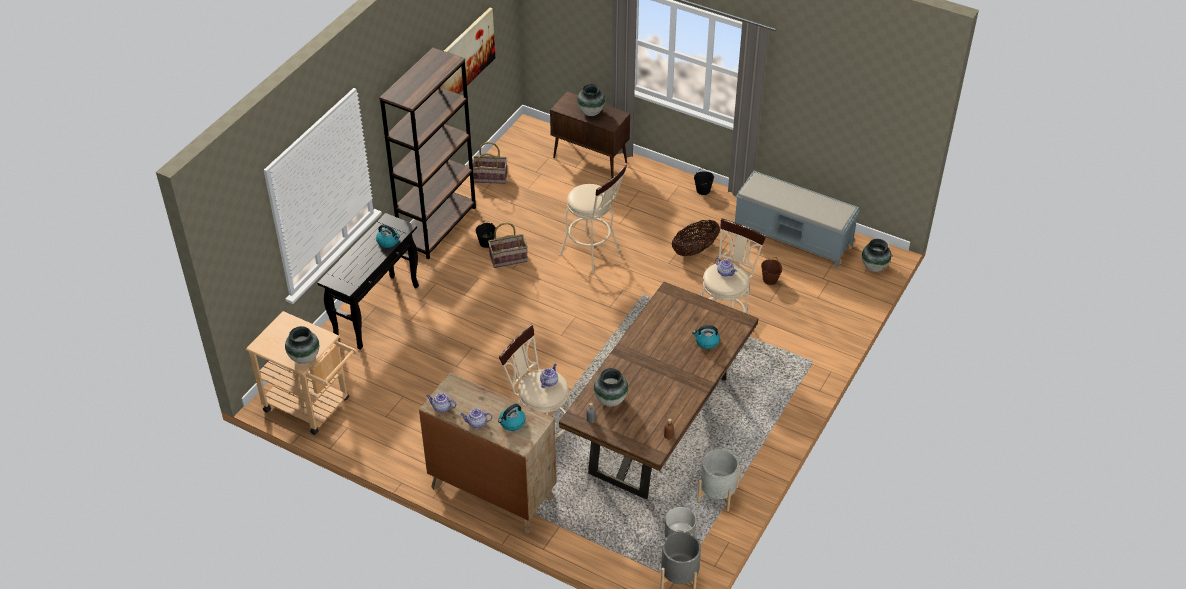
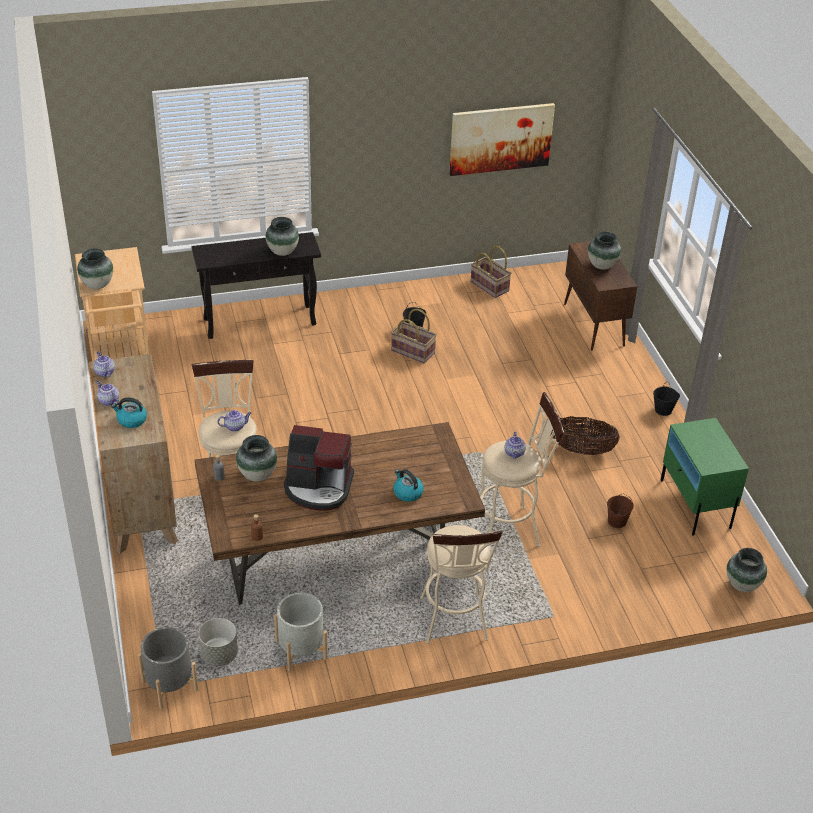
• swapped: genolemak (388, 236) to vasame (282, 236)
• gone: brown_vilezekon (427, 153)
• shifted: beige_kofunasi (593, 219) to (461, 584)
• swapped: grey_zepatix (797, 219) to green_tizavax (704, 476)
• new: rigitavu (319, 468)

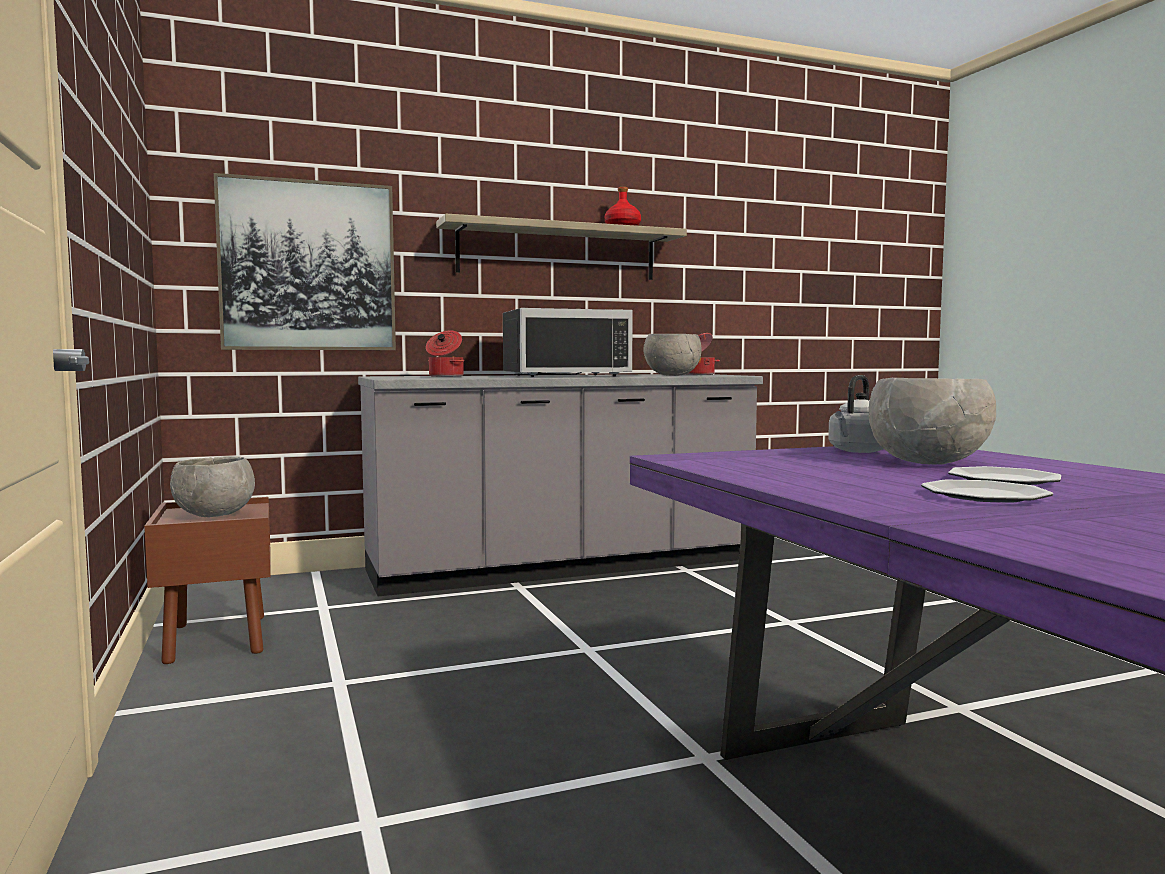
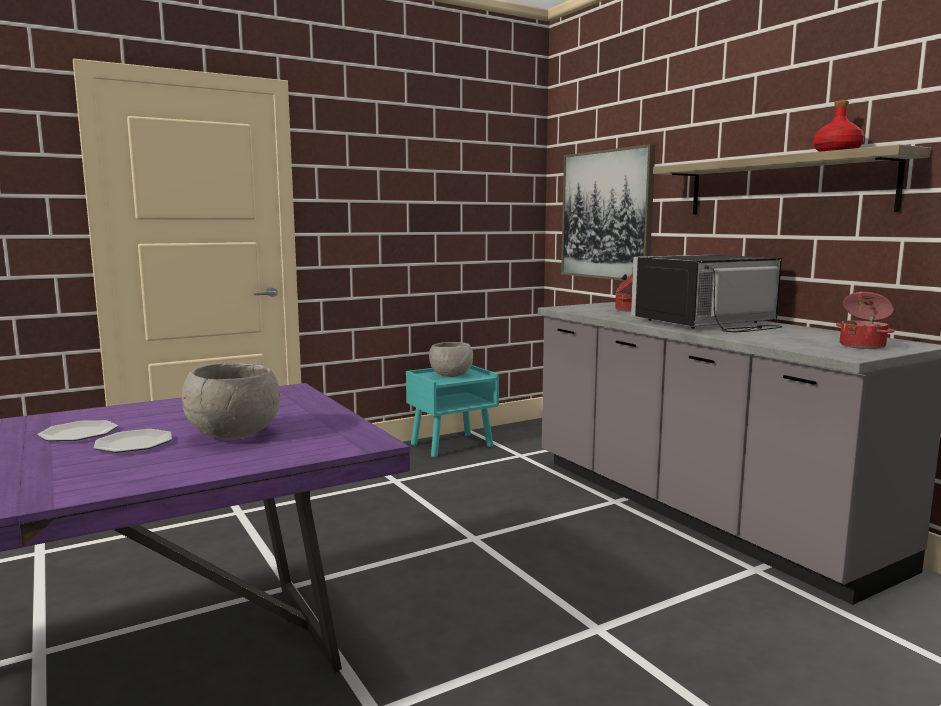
• repainted: brown_tizavax (207, 580) to turquoise_tizavax (452, 411)
• rotated: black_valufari (568, 342) = (706, 293) 90 degrees clockwise
• gone: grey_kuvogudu (673, 355)
• gone: grey_genolemak (855, 414)

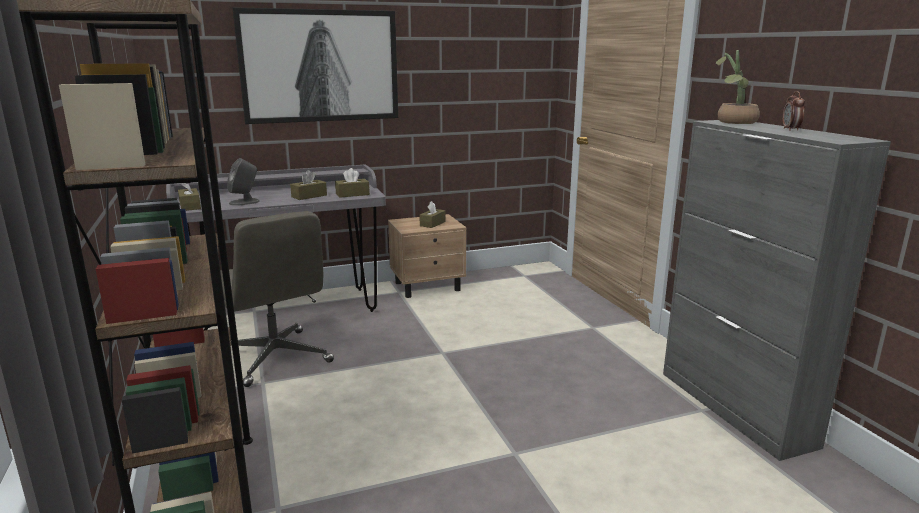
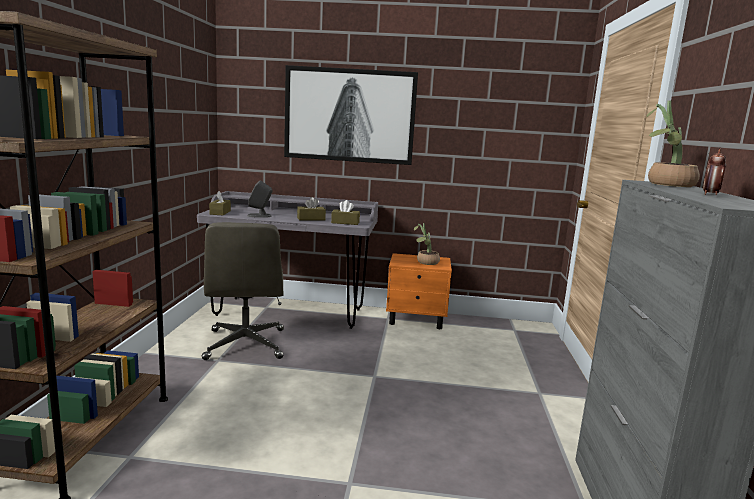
• repainted: beige_tizavax (427, 256) to orange_tizavax (419, 291)
• swapped: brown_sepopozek (432, 214) to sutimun (427, 244)

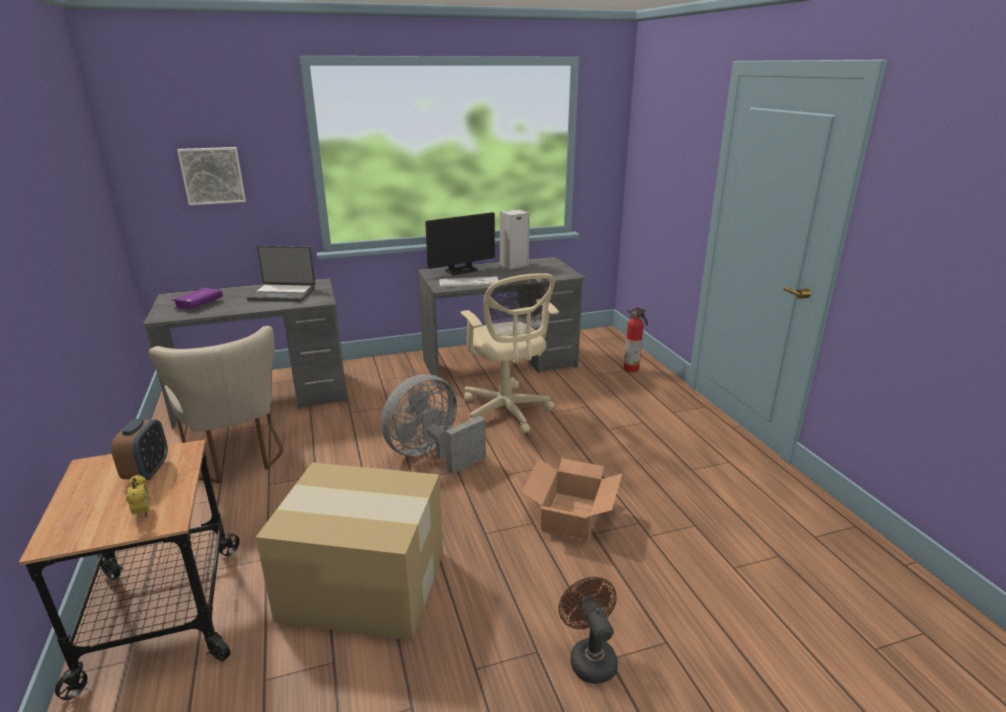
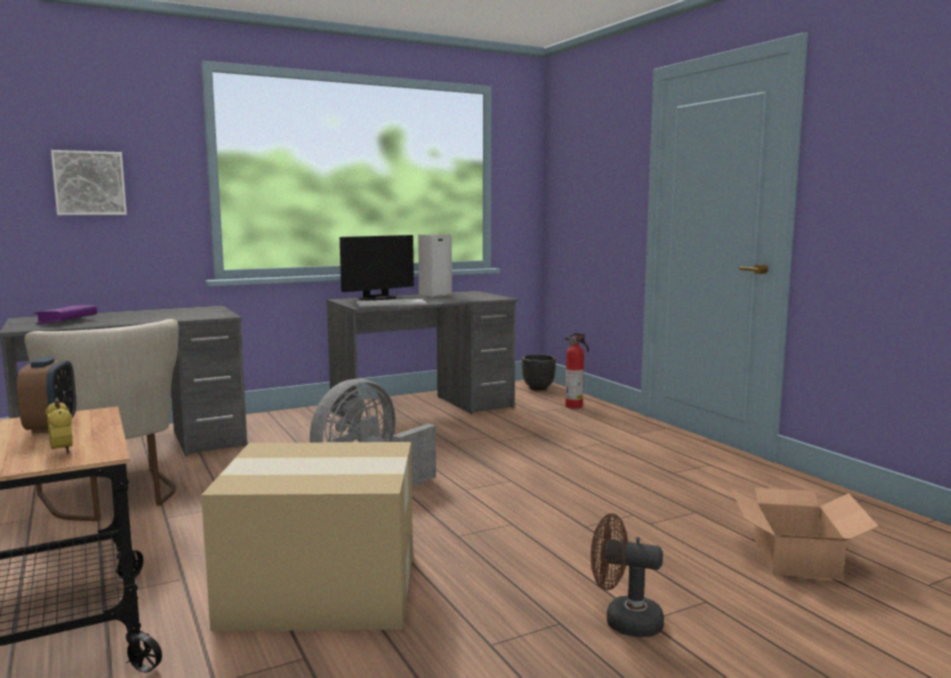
• gone: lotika (281, 273)
• gone: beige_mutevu (510, 353)
• shifted: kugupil (572, 499) to (805, 534)
• rotated: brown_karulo (588, 630) = (627, 575) 45 degrees counterclockwise
• new: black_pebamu (539, 372)

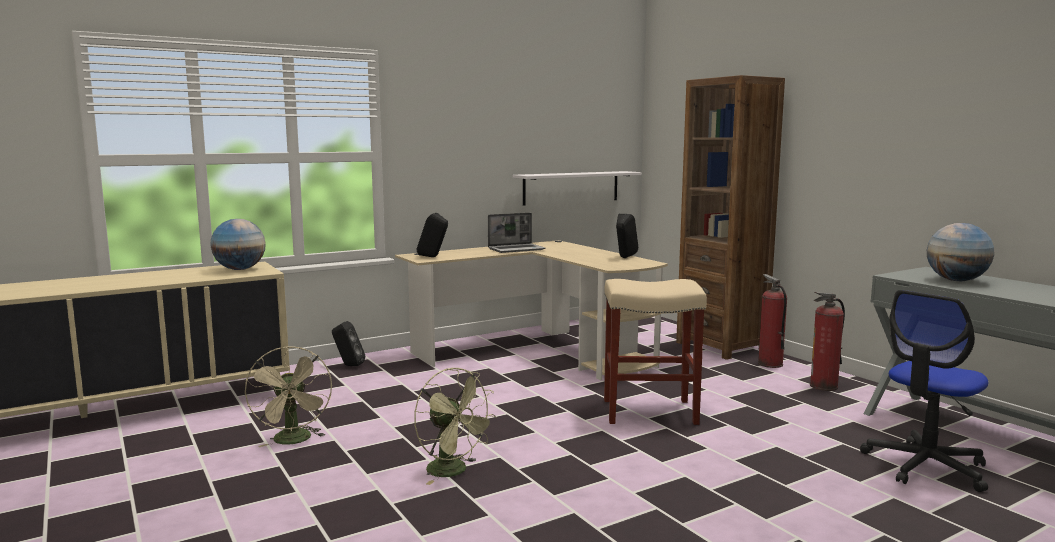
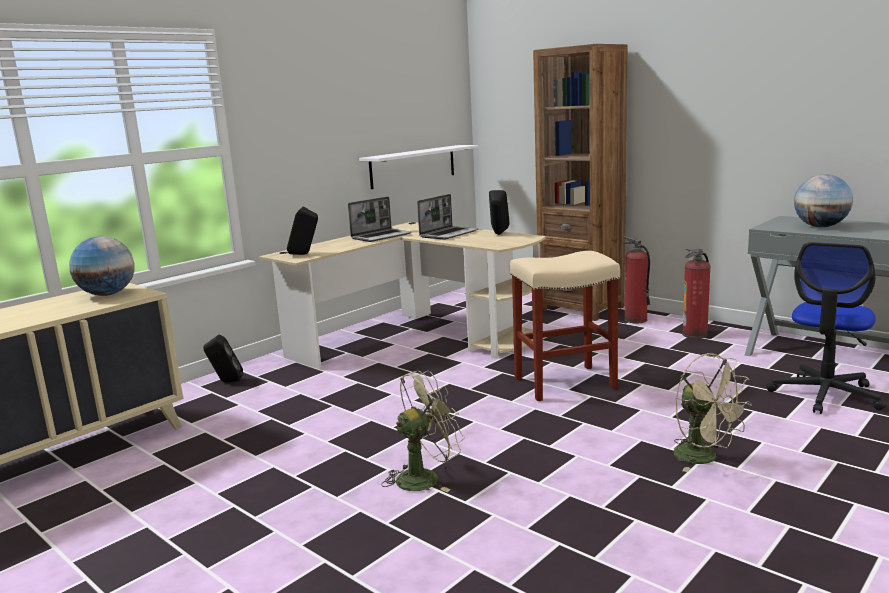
• shifted: beige_karulo (288, 396) to (712, 412)
• rotated: green_karulo (455, 426) = (423, 431) 60 degrees counterclockwise
• new: lotika (447, 217)

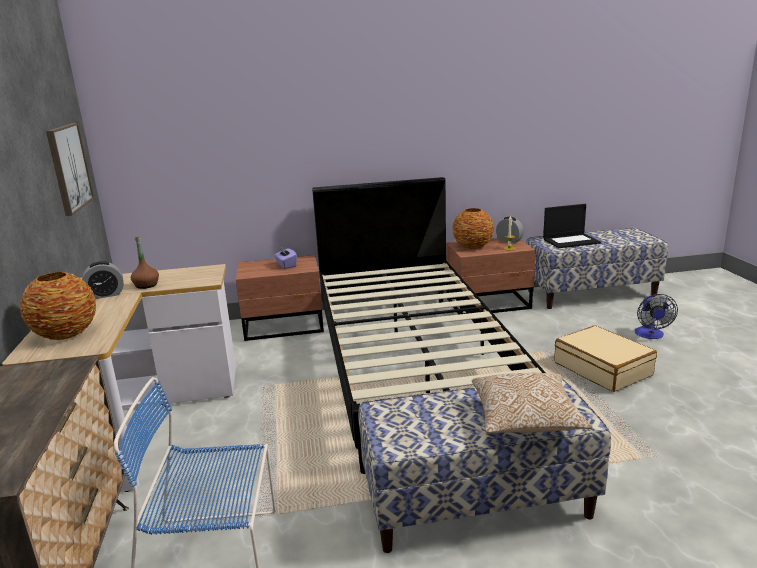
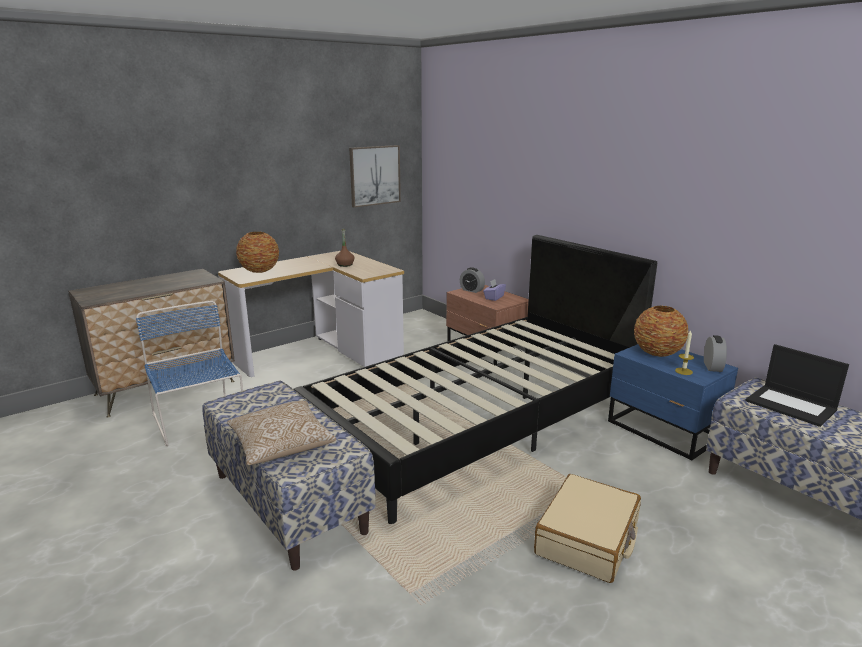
• shifted: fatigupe (103, 280) to (472, 280)
• repainted: brown_tizavax (491, 276) to blue_tizavax (673, 402)
• gone: karulo (656, 316)

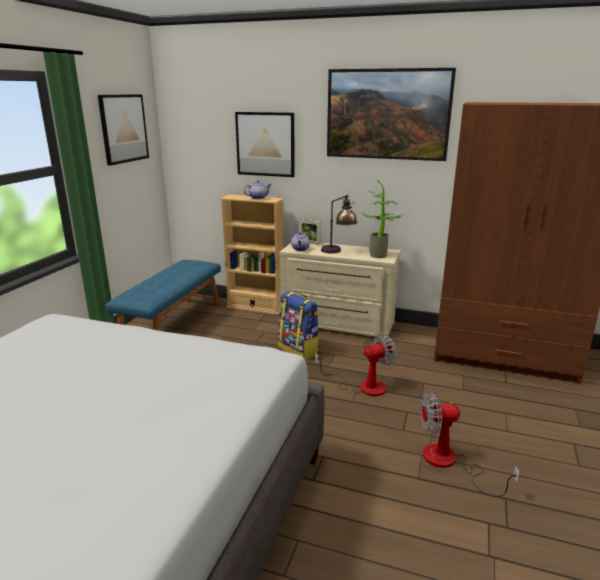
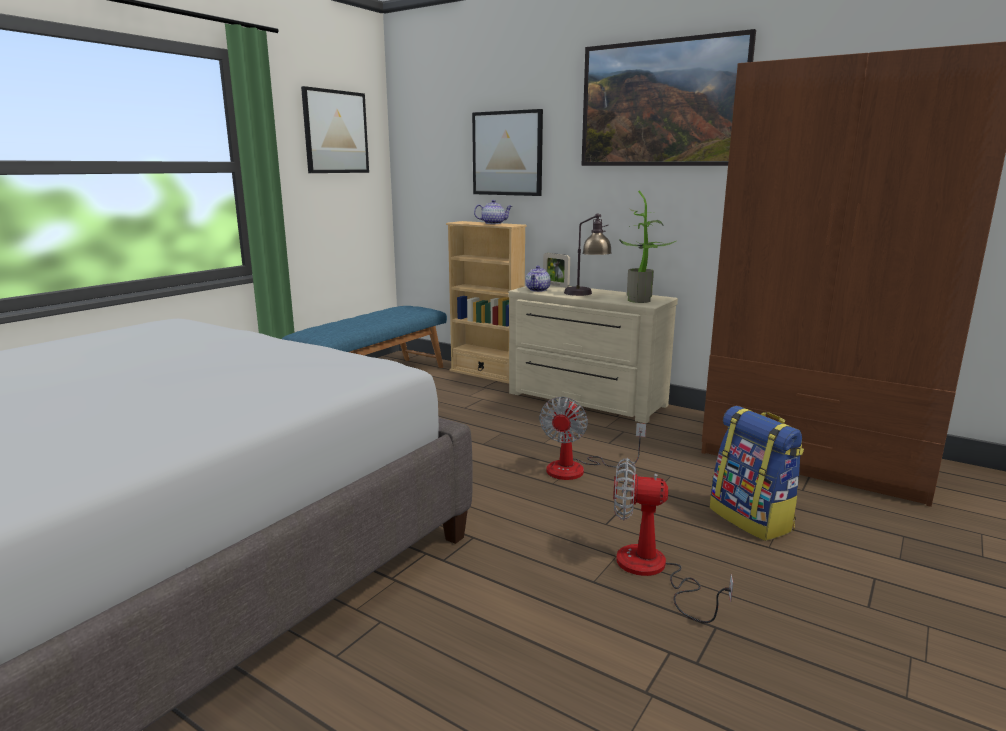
• shifted: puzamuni (298, 326) to (757, 473)
• rotated: karulo (355, 364) = (592, 438) 120 degrees clockwise

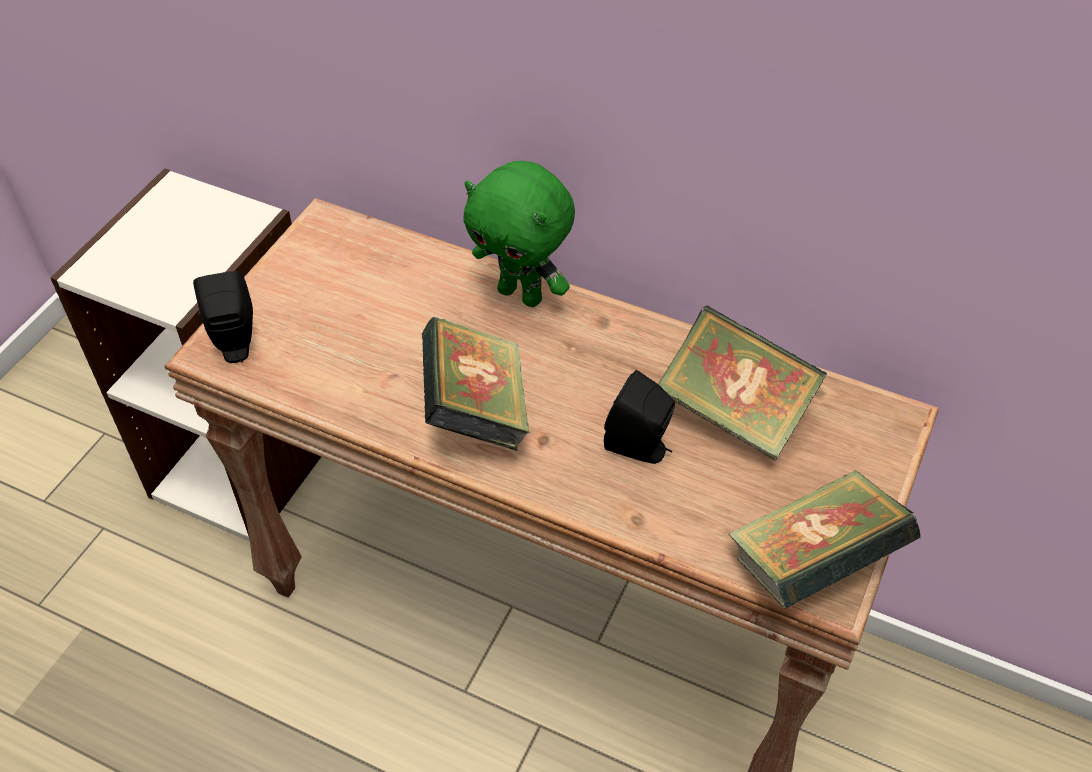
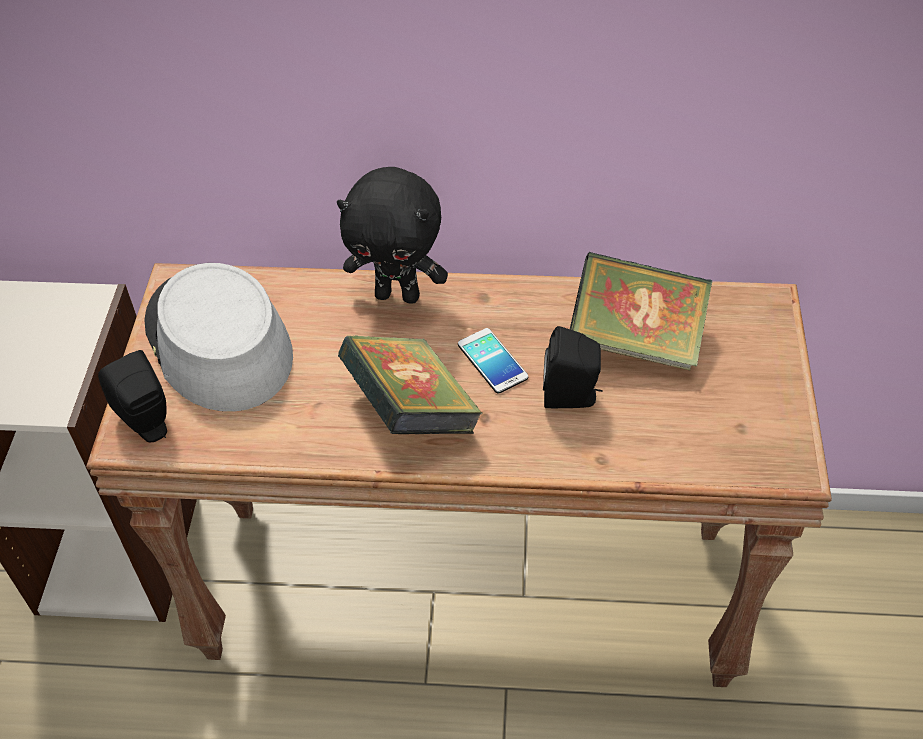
• repainted: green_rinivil (519, 234) to black_rinivil (392, 235)
• gone: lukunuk (825, 539)
• new: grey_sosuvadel (218, 337)
• new: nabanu (493, 361)

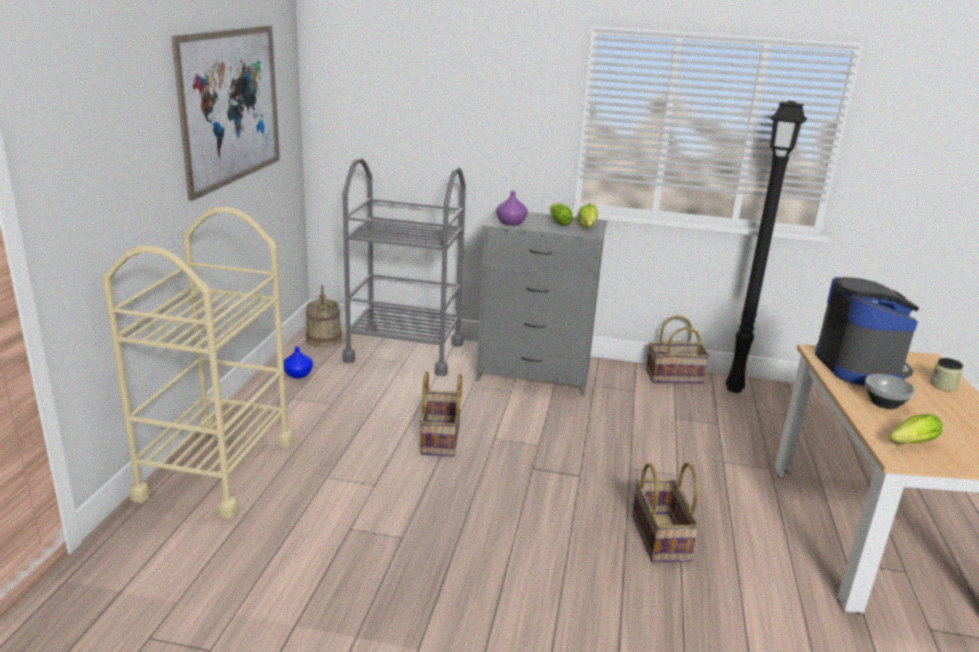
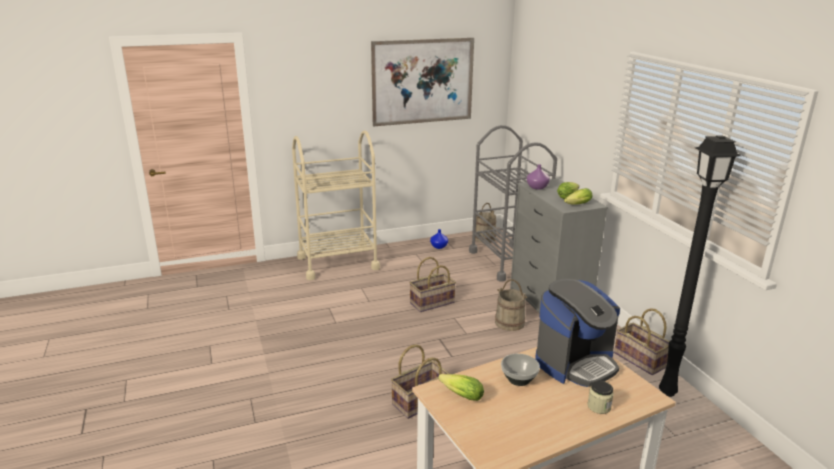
• new: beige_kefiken (511, 305)

